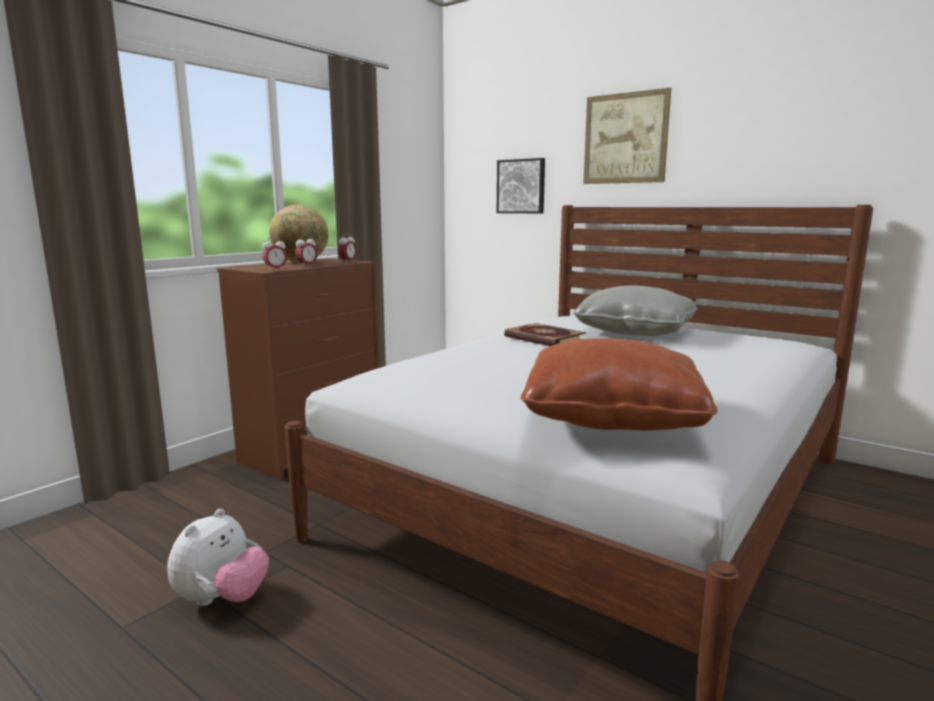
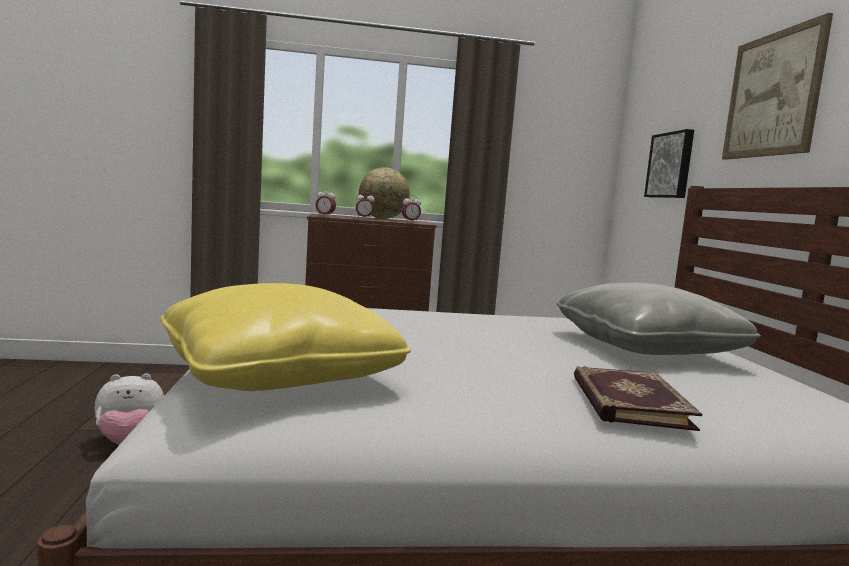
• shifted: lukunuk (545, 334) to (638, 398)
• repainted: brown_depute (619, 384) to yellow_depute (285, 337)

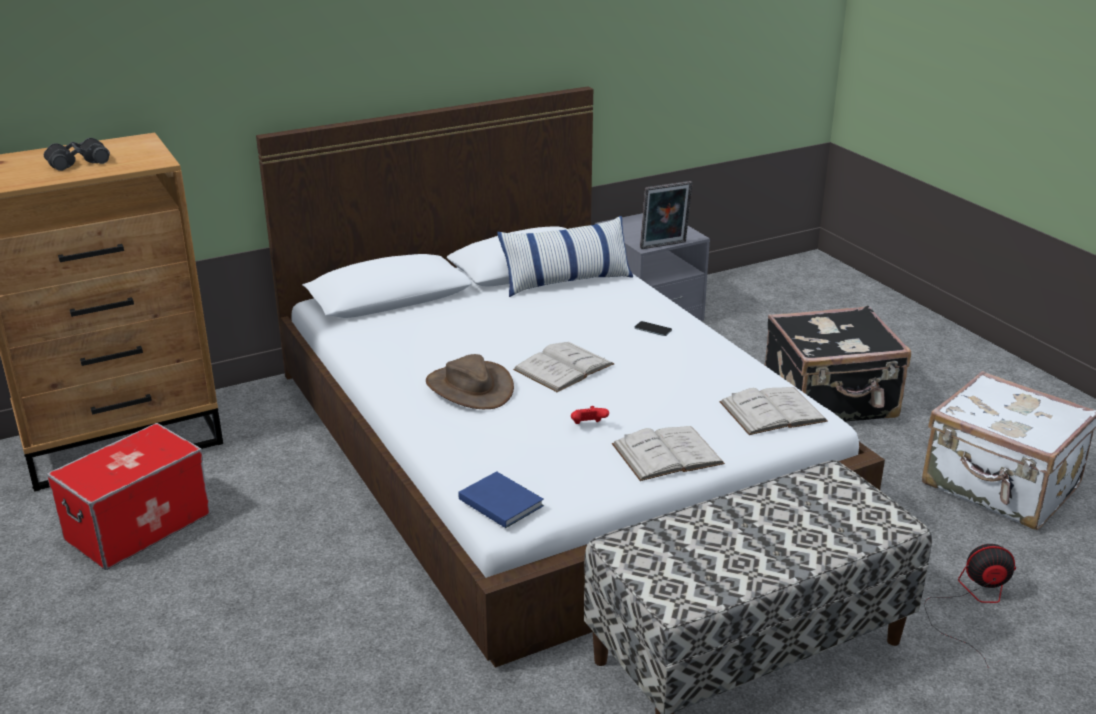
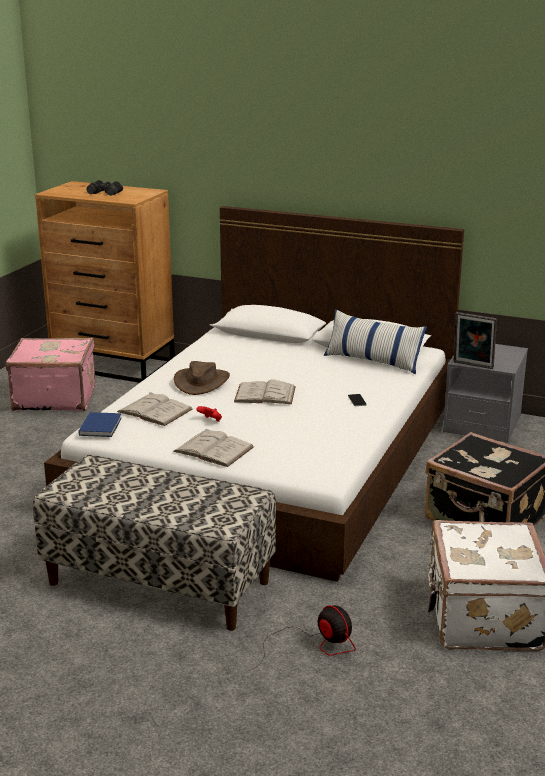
• swapped: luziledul (129, 496) to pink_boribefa (50, 374)
• shifted: white_lukunuk (773, 411) to (155, 409)

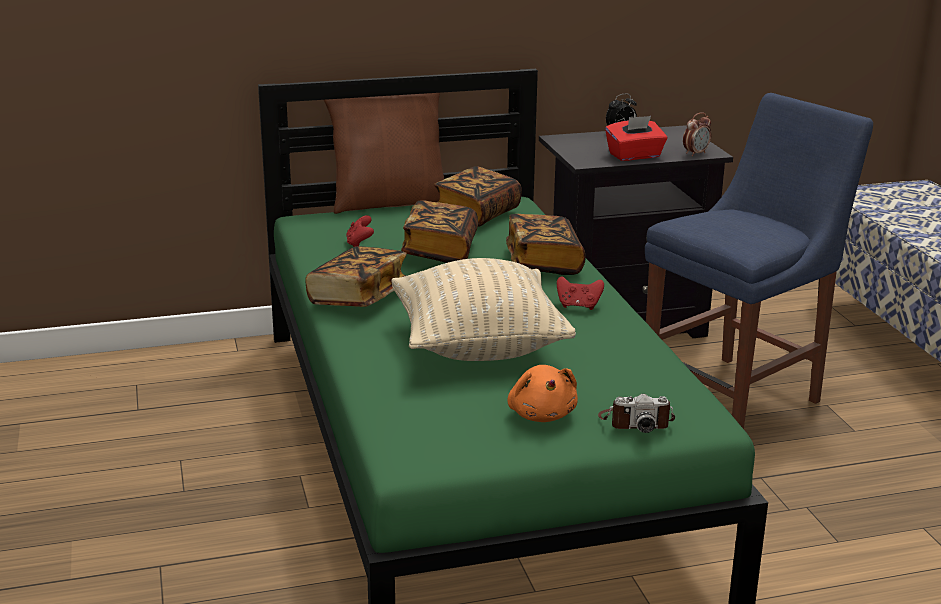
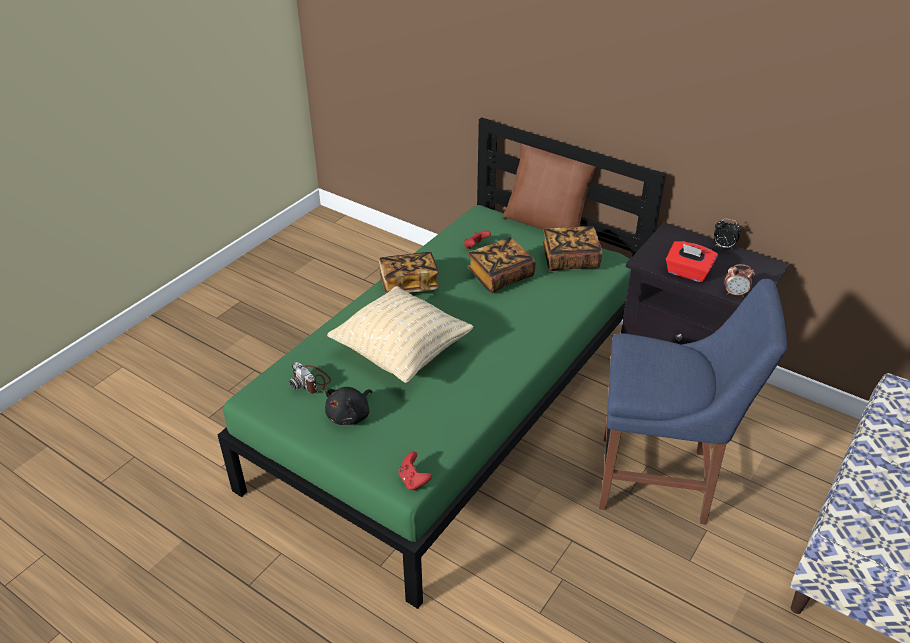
• gone: lukunuk (546, 244)
• repainted: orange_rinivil (542, 393) to black_rinivil (348, 406)
• shifted: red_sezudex (580, 293) to (415, 471)
• shifted: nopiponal (636, 413) to (310, 378)

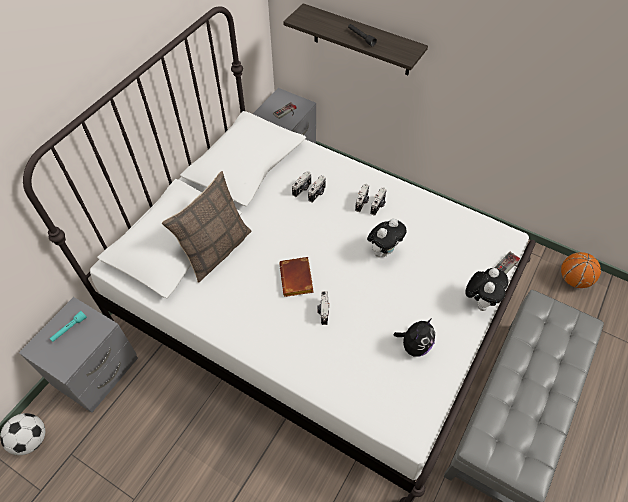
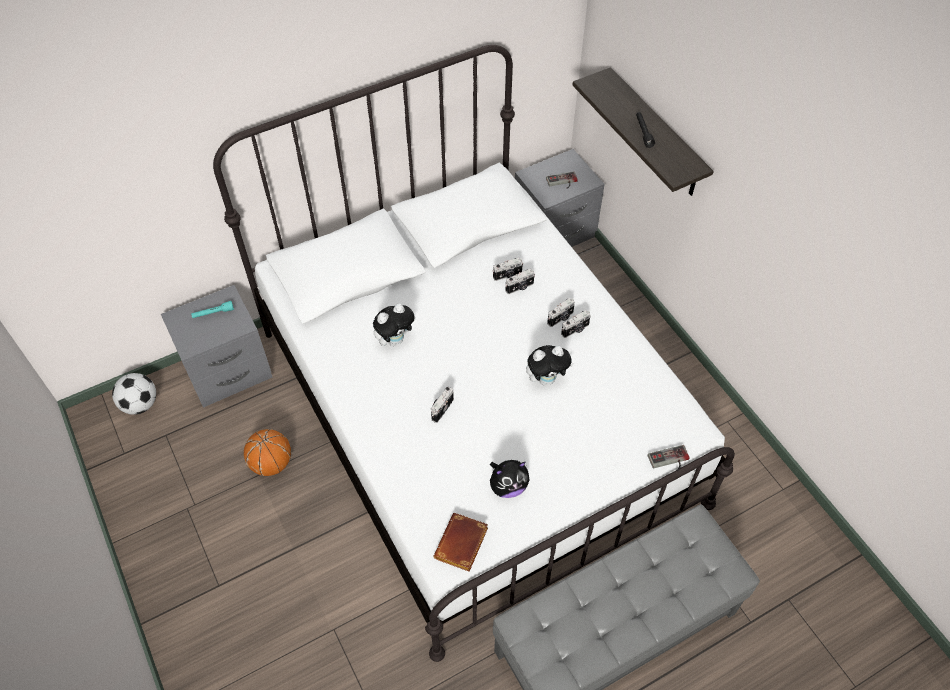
• gone: depute (207, 227)
• shifted: brown_lukunuk (296, 277) to (460, 542)
• shifted: rinivil (486, 289) to (394, 324)
• shifted: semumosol (581, 270) to (267, 452)

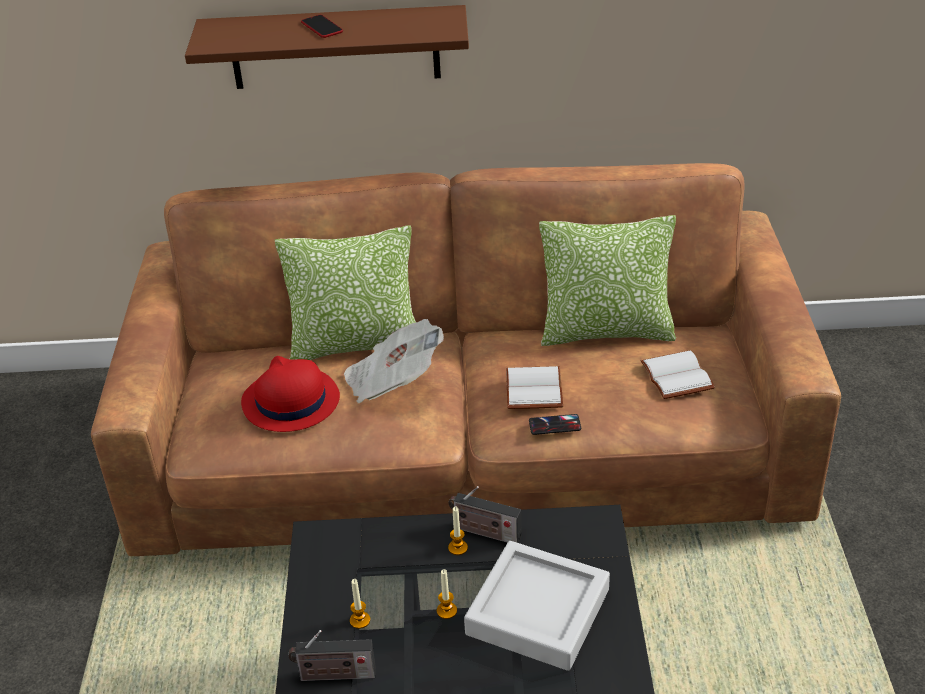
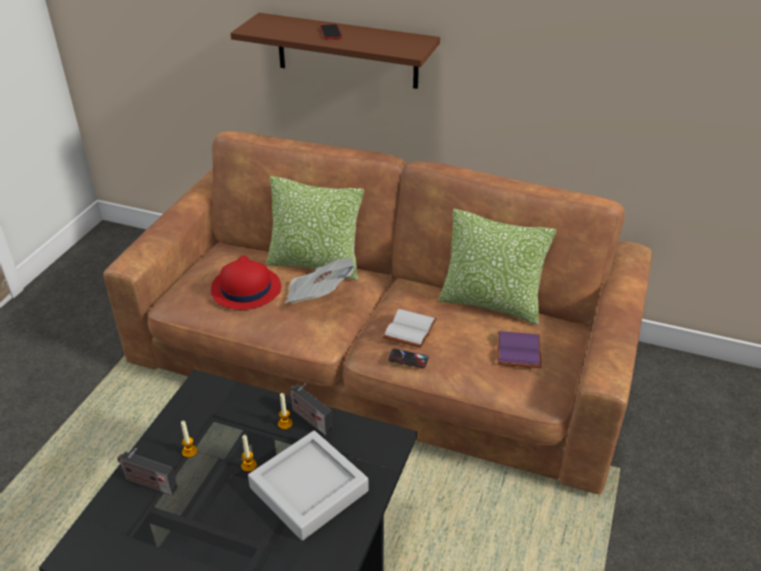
• repainted: white_lukunuk (678, 374) to purple_lukunuk (519, 349)

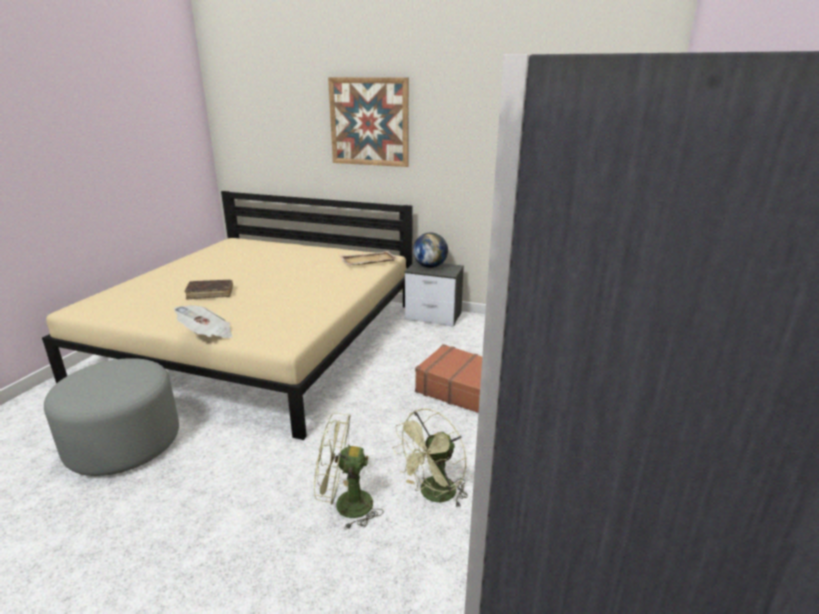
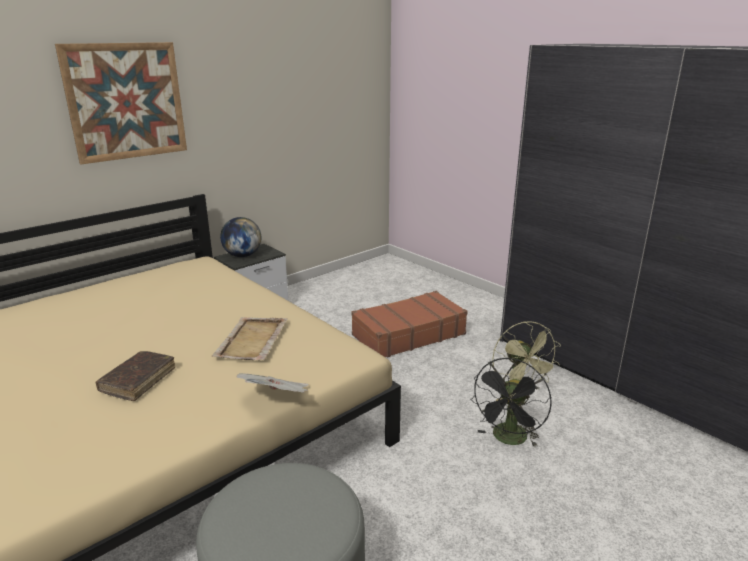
• repainted: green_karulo (349, 471) to black_karulo (511, 403)
• shifted: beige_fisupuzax (369, 258) to (249, 338)

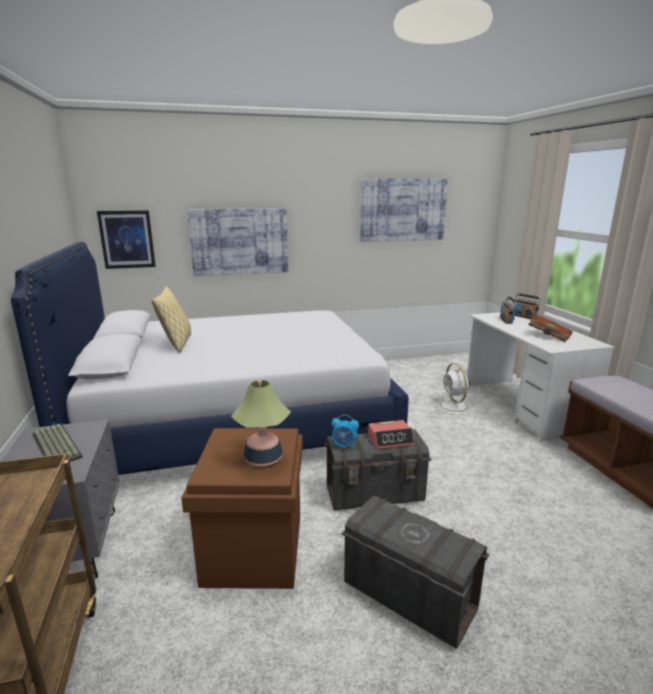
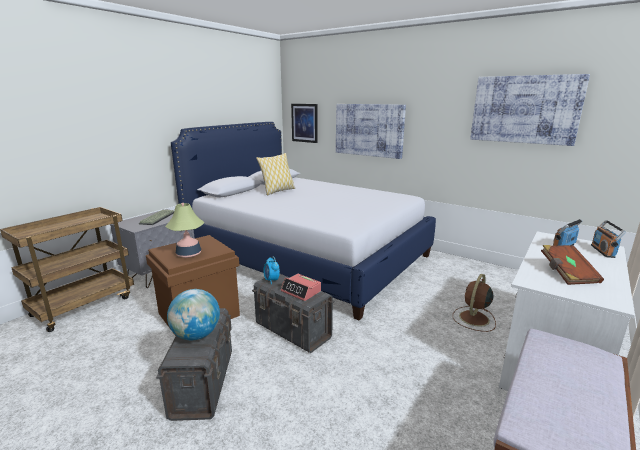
• repainted: white_karulo (455, 389) to brown_karulo (474, 303)
• new: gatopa (193, 314)

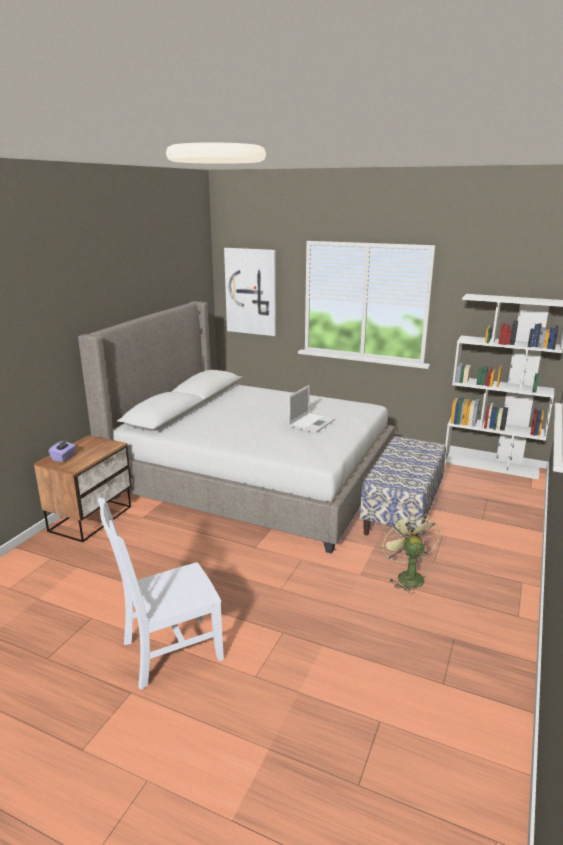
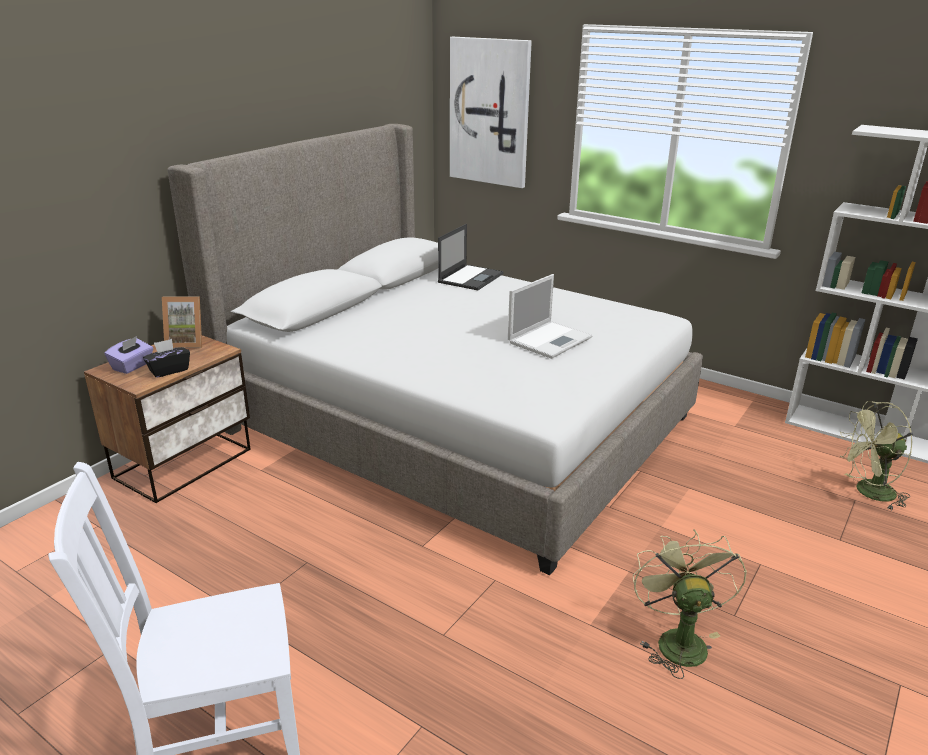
• gone: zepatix (403, 486)
• new: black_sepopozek (166, 358)
• new: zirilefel (182, 322)
• new: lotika (471, 257)
• new: green_karulo (876, 455)

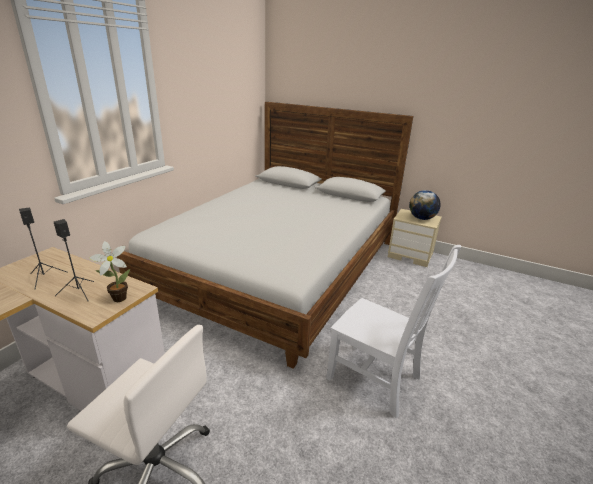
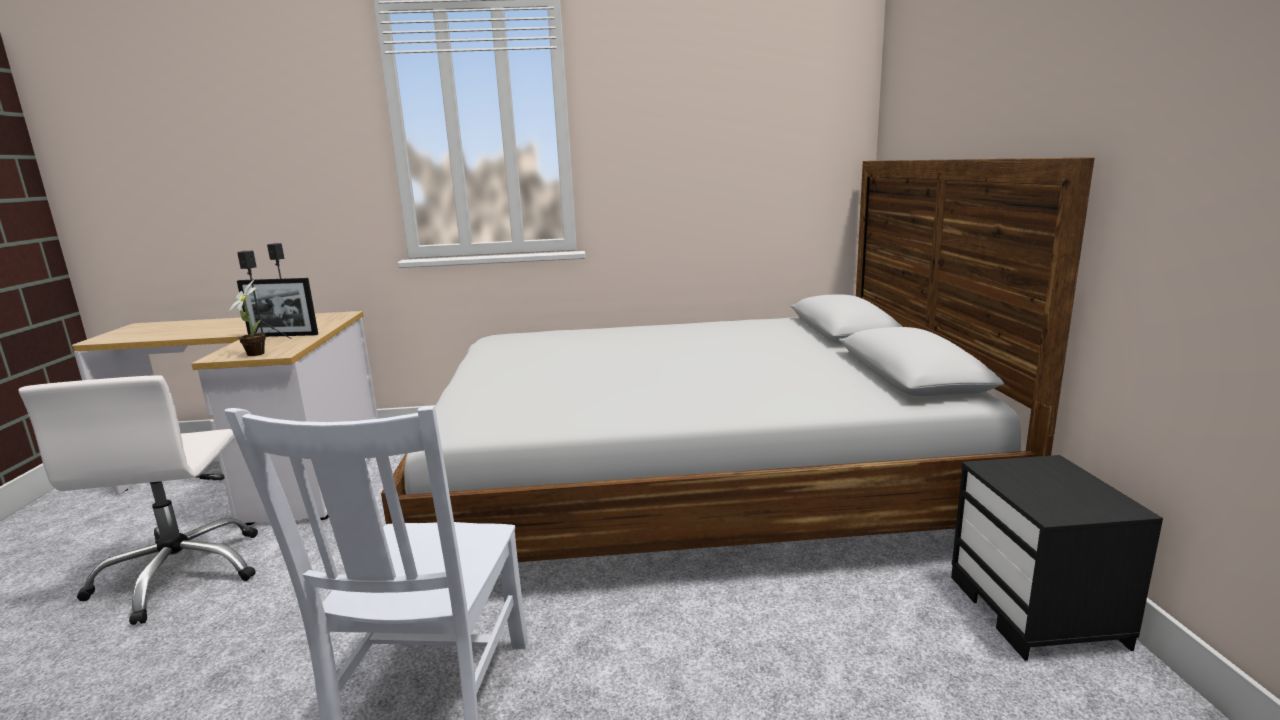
• repainted: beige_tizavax (415, 238) to black_tizavax (1057, 558)
• gone: gatopa (425, 205)
• new: zirilefel (277, 307)

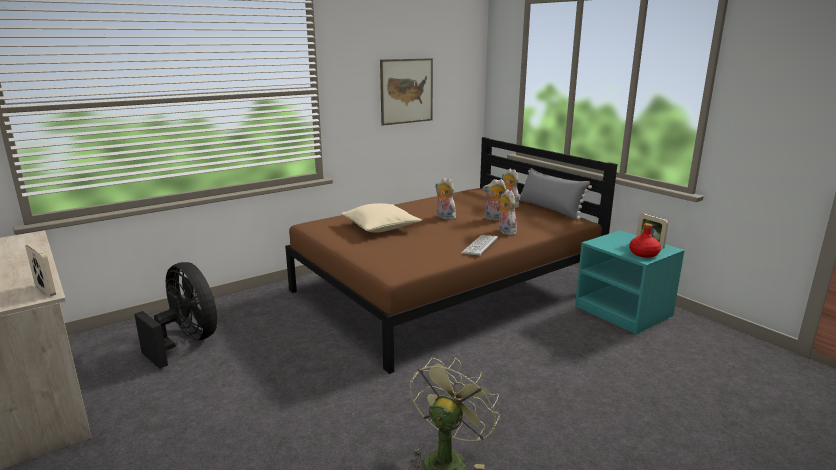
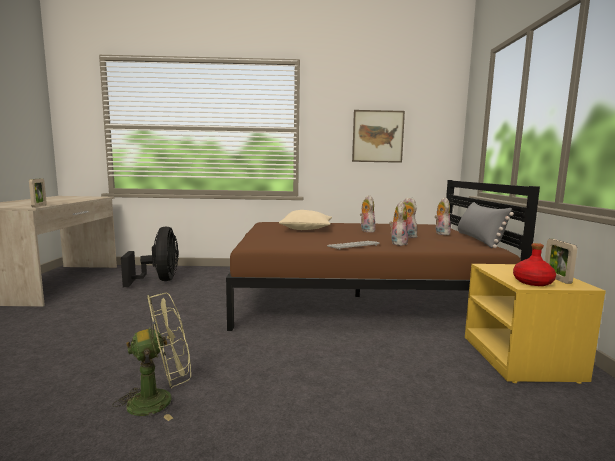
• repainted: turquoise_tizavax (630, 282) to yellow_tizavax (535, 324)

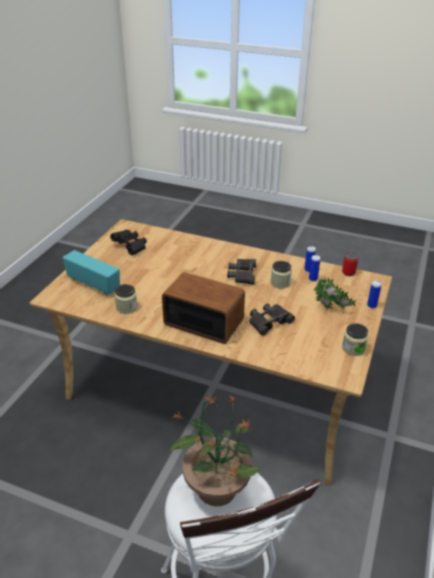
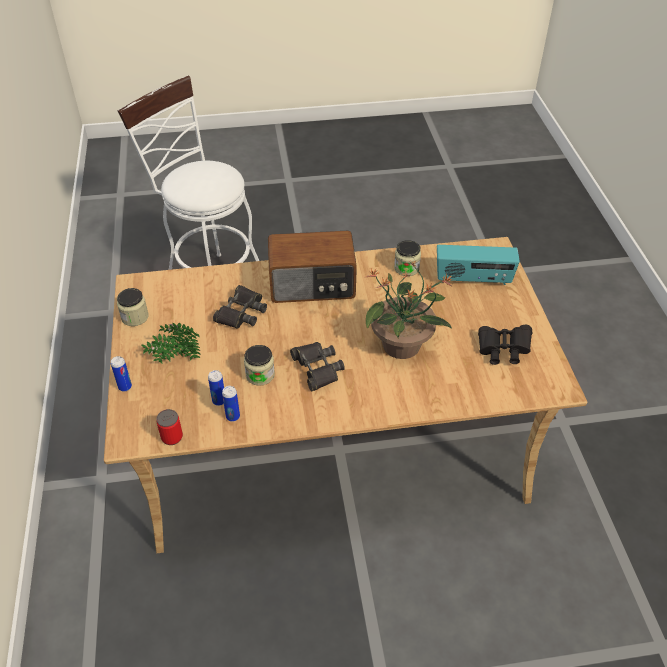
• shifted: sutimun (215, 450) to (409, 309)

